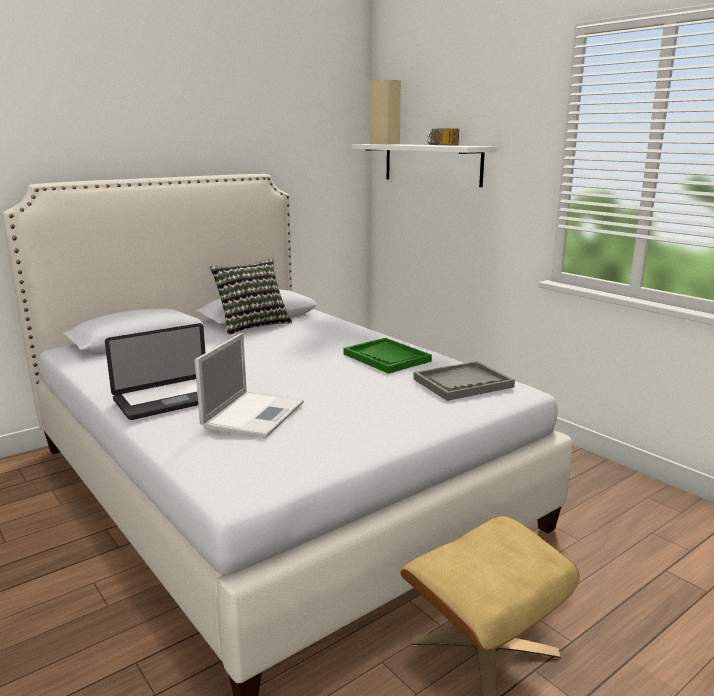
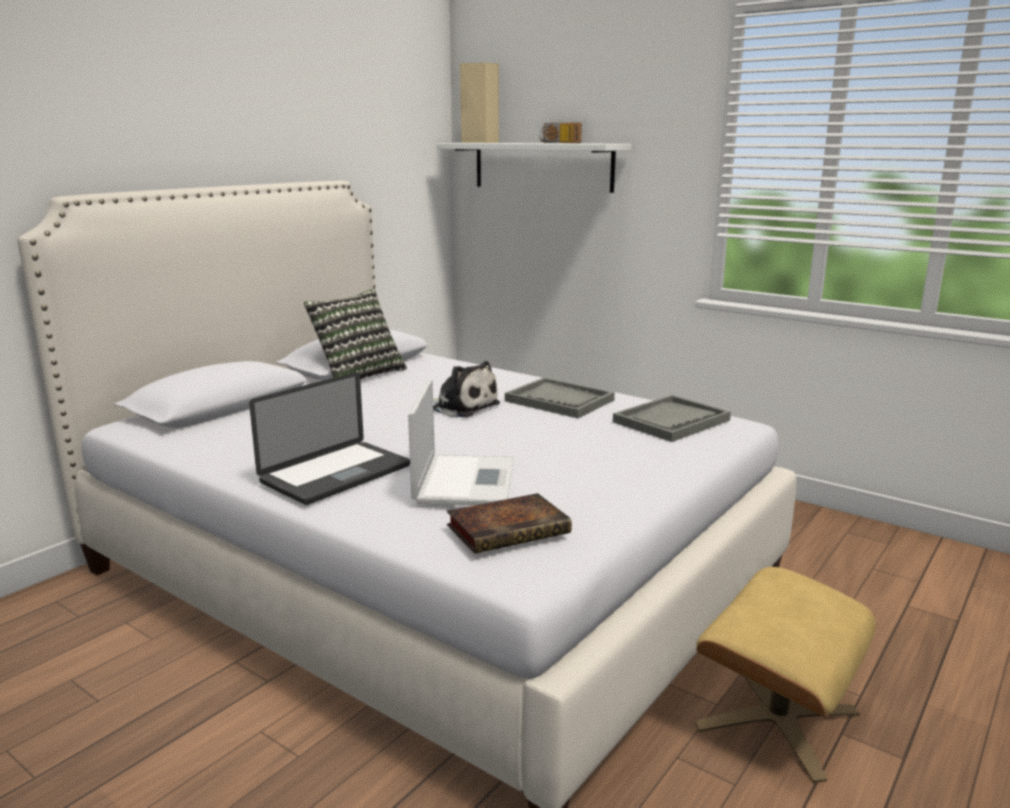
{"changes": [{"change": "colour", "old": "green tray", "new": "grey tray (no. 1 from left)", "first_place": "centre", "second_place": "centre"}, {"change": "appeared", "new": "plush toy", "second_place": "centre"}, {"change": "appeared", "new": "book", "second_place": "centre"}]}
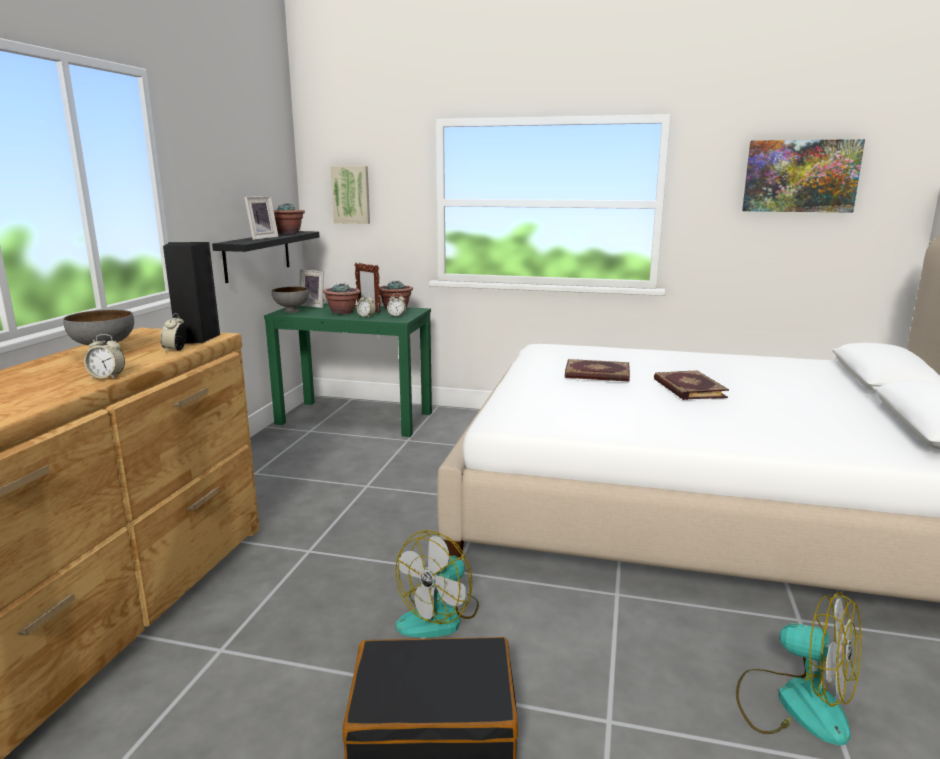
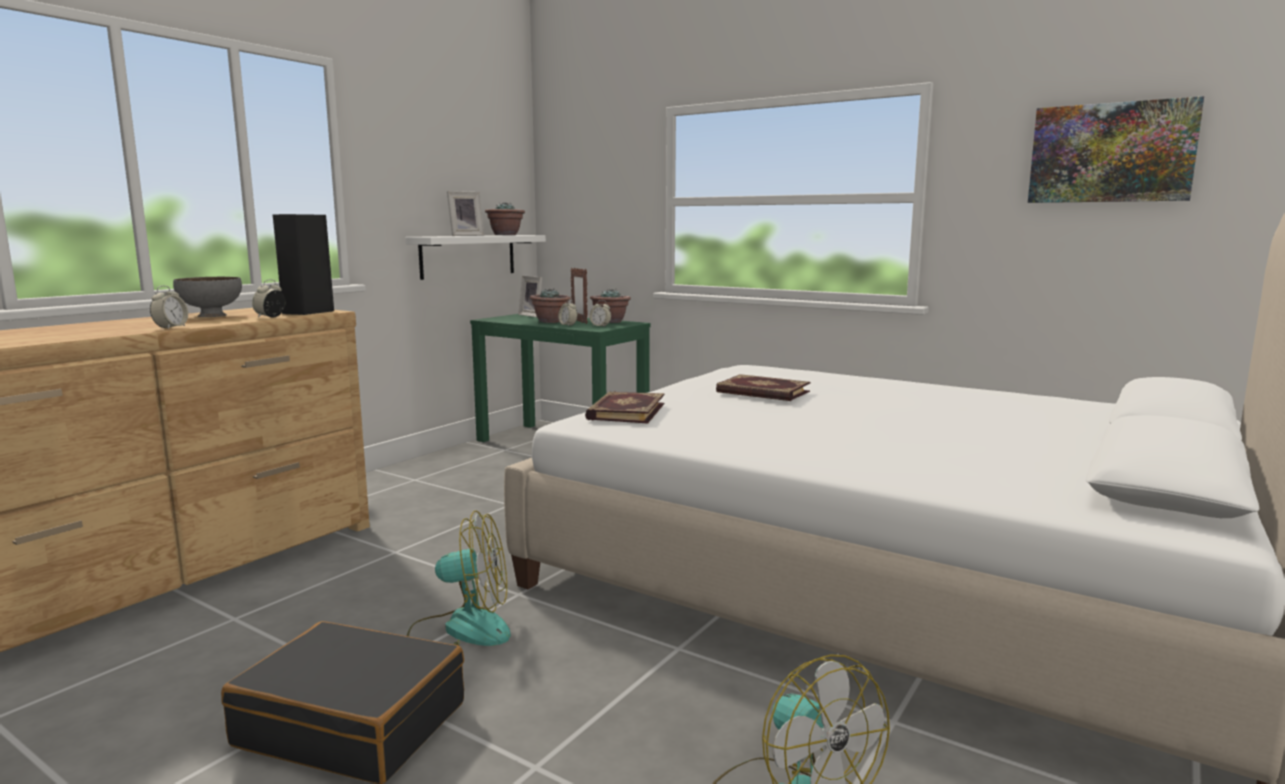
{"changes": [{"change": "missing", "old": "picture (no. 1 from left)", "first_place": "top centre"}, {"change": "colour", "old": "black shelf", "new": "white shelf", "first_place": "middle left", "second_place": "top centre"}, {"change": "missing", "old": "grey bowl (no. 2 from left)", "first_place": "middle left"}, {"change": "spun", "old": "alarm clock (no. 1 from left)", "first_place": "middle left", "second_place": "middle left", "degrees": -105}, {"change": "relocated", "old": "book (no. 2 from left in the first image)", "new": "book (no. 1 from left)", "first_place": "middle right", "second_place": "centre"}, {"change": "spun", "old": "fan (no. 1 from left)", "first_place": "bottom centre", "second_place": "bottom centre", "degrees": -150}]}
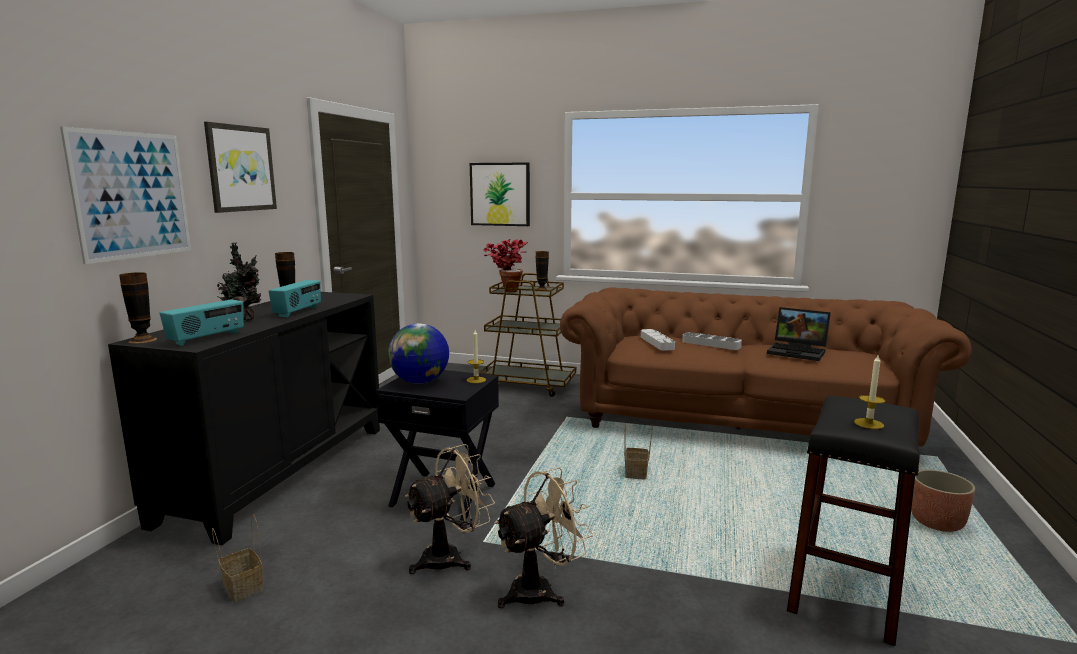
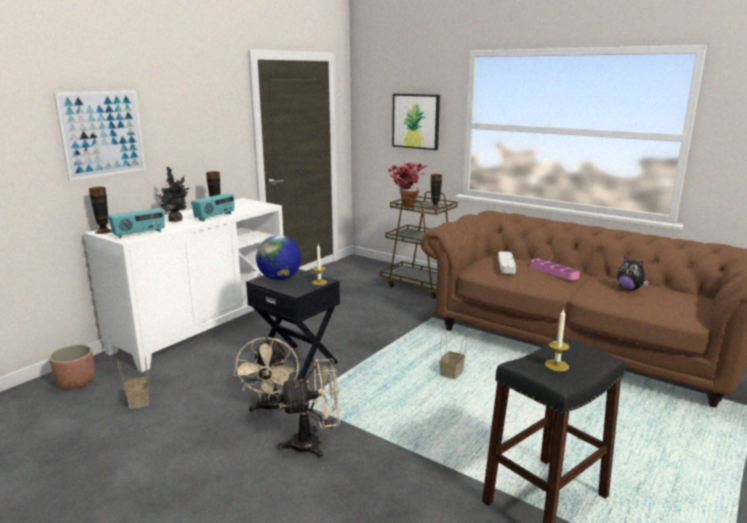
{"changes": [{"change": "missing", "old": "picture (no. 2 from left)", "first_place": "top left"}, {"change": "colour", "old": "black cabinet", "new": "white cabinet", "first_place": "middle left", "second_place": "middle left"}, {"change": "exchanged", "old": "laptop", "new": "plush toy", "first_place": "middle right", "second_place": "middle right"}, {"change": "colour", "old": "grey tray (no. 2 from left)", "new": "pink tray", "first_place": "centre", "second_place": "middle right"}, {"change": "spun", "old": "beige fan (no. 1 from left)", "first_place": "bottom centre", "second_place": "bottom centre", "degrees": 105}, {"change": "relocated", "old": "planter", "first_place": "bottom right", "second_place": "bottom left"}]}
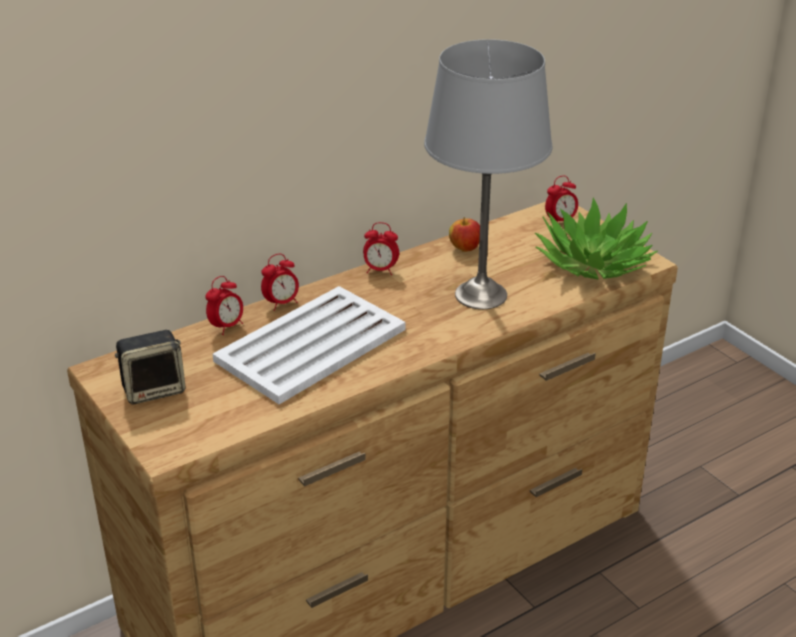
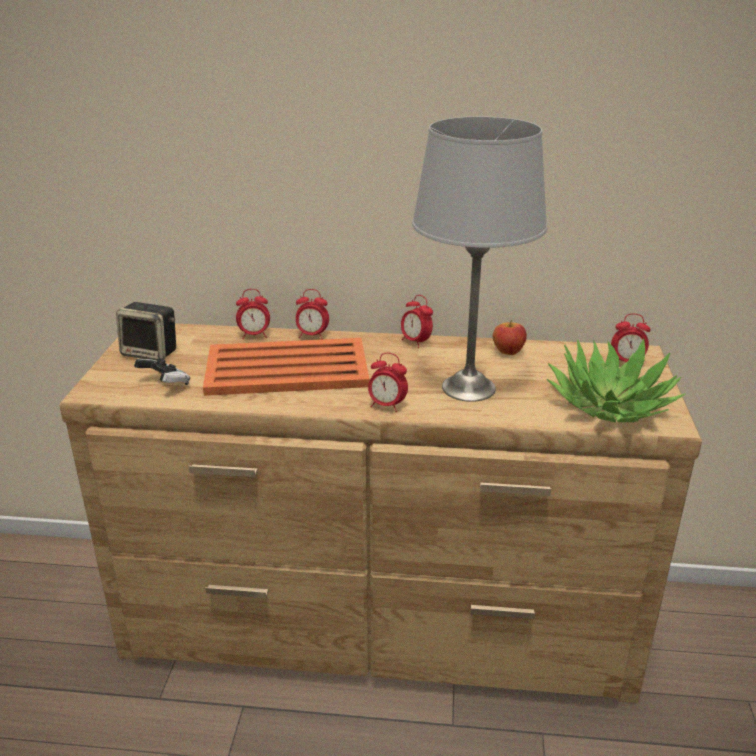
{"changes": [{"change": "colour", "old": "white tray", "new": "orange tray", "first_place": "centre", "second_place": "centre"}, {"change": "appeared", "new": "alarm clock (no. 3 from left)", "second_place": "centre"}, {"change": "appeared", "new": "game controller", "second_place": "middle left"}]}
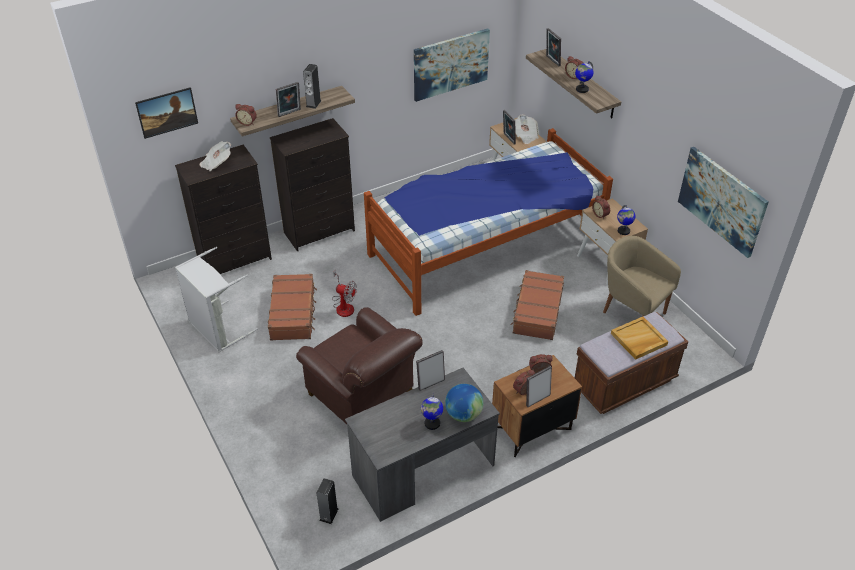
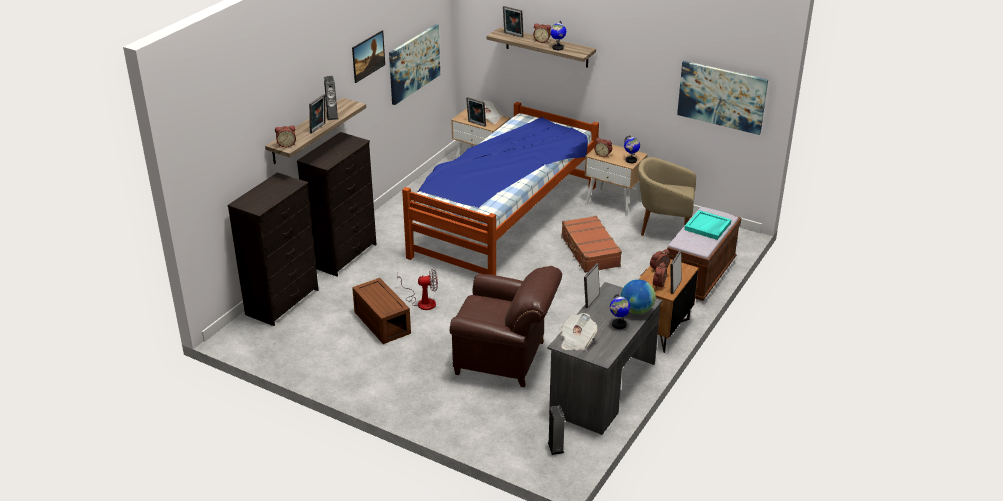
{"changes": [{"change": "relocated", "old": "picture (no. 1 from left)", "first_place": "top left", "second_place": "top centre"}, {"change": "relocated", "old": "newspaper (no. 1 from left in the first image)", "new": "newspaper (no. 2 from left)", "first_place": "top left", "second_place": "centre"}, {"change": "missing", "old": "grey laundry basket", "first_place": "middle left"}, {"change": "exchanged", "old": "brown suitcase (no. 1 from left)", "new": "brown storage box", "first_place": "centre", "second_place": "centre"}, {"change": "colour", "old": "beige tray", "new": "turquoise tray", "first_place": "middle right", "second_place": "middle right"}]}
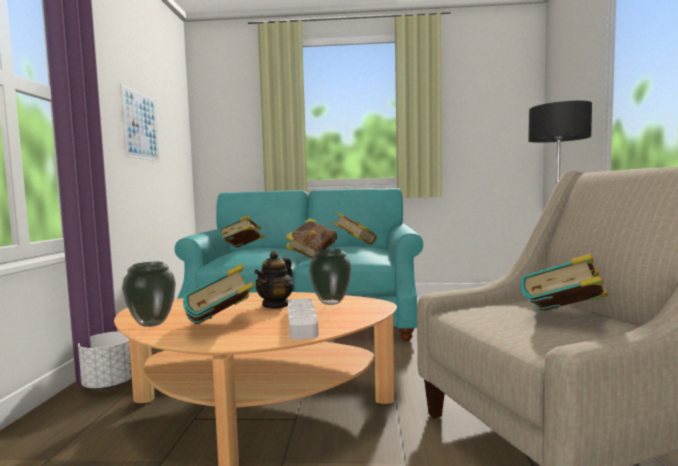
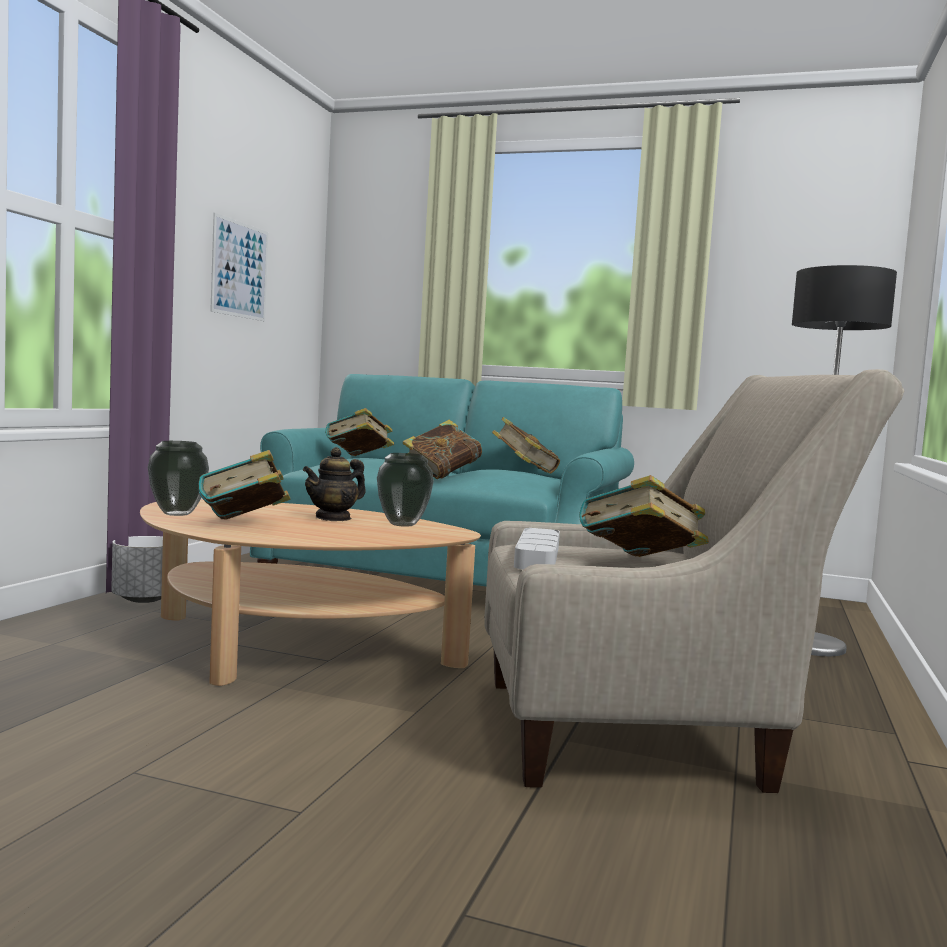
{"changes": [{"change": "relocated", "old": "grey tray", "first_place": "bottom centre", "second_place": "centre"}]}
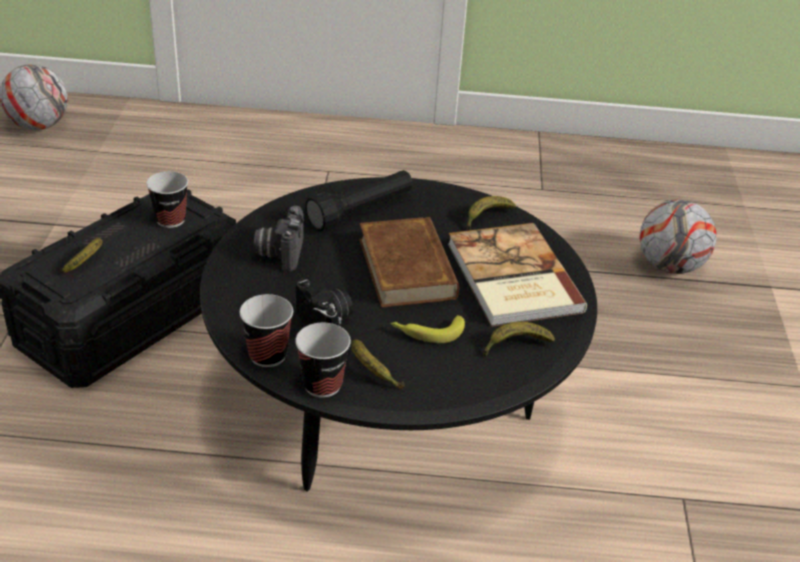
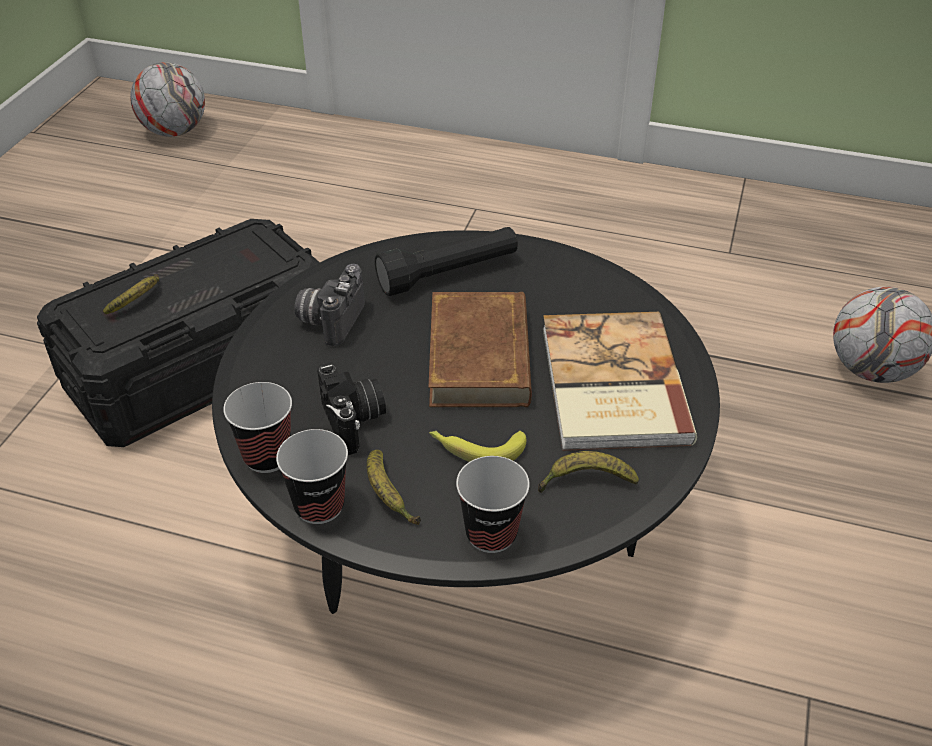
{"changes": [{"change": "relocated", "old": "cup (no. 1 from left in the first image)", "new": "cup (no. 3 from left)", "first_place": "middle left", "second_place": "bottom centre"}, {"change": "missing", "old": "banana (no. 4 from left)", "first_place": "centre"}]}
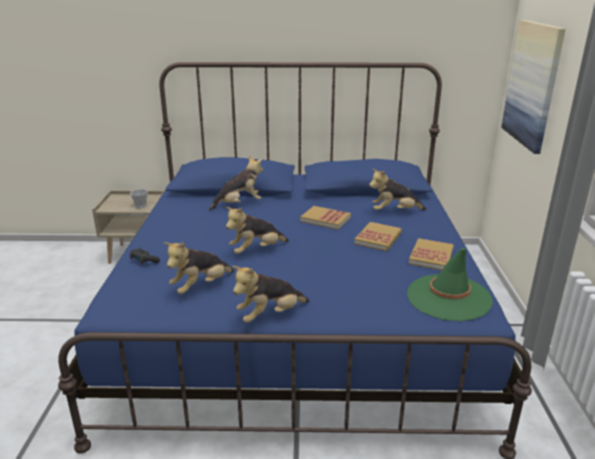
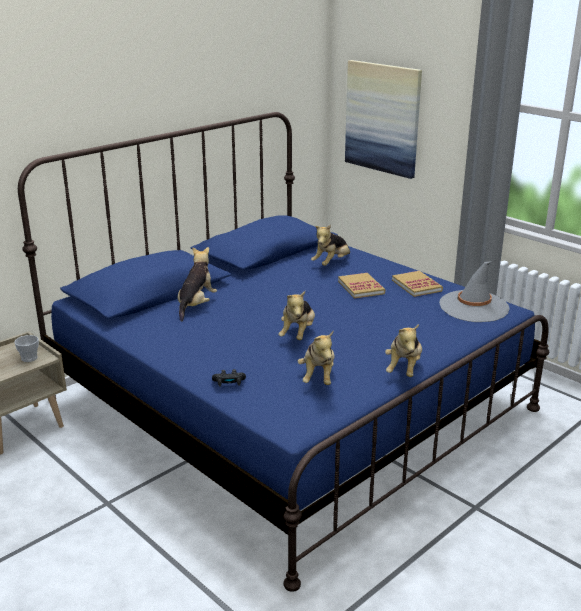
{"changes": [{"change": "missing", "old": "book (no. 1 from left)", "first_place": "centre"}, {"change": "colour", "old": "green hat", "new": "grey hat", "first_place": "middle right", "second_place": "middle right"}]}
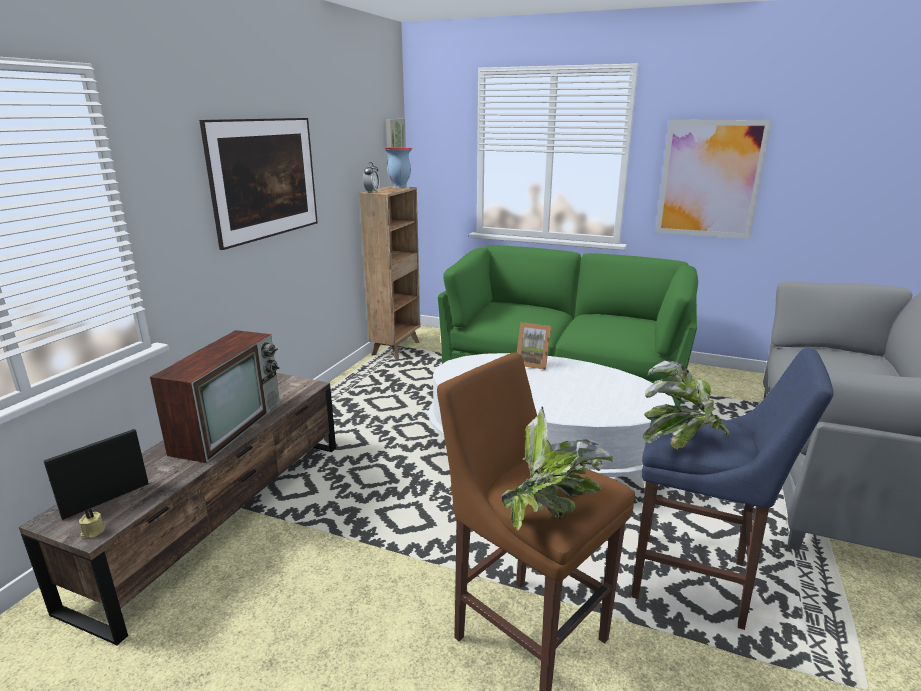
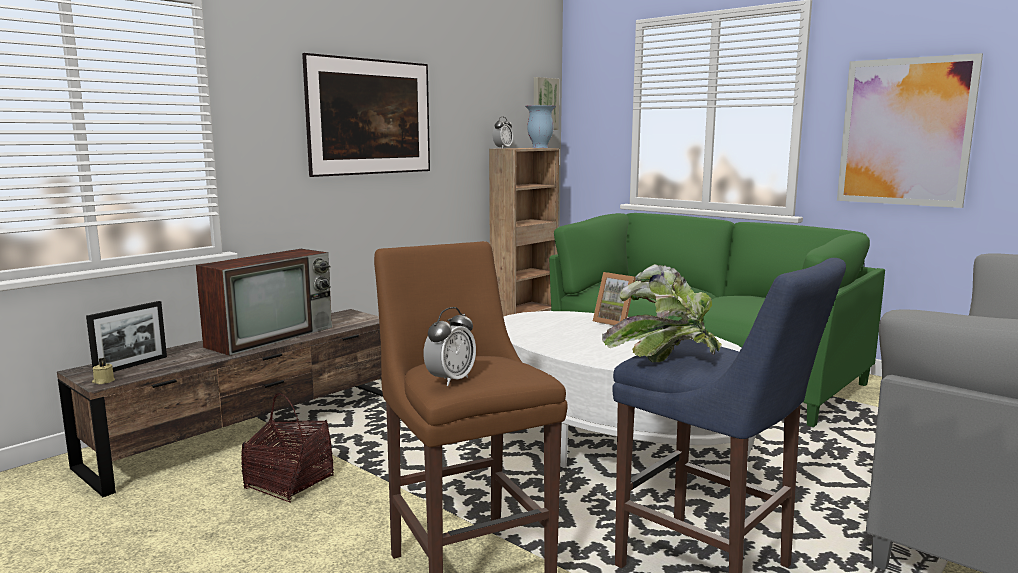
{"changes": [{"change": "exchanged", "old": "potted plant (no. 1 from left)", "new": "alarm clock (no. 1 from left)", "first_place": "bottom centre", "second_place": "centre"}, {"change": "spun", "old": "picture frame (no. 1 from left)", "first_place": "bottom left", "second_place": "middle left", "degrees": 150}, {"change": "appeared", "new": "basket", "second_place": "bottom left"}]}
